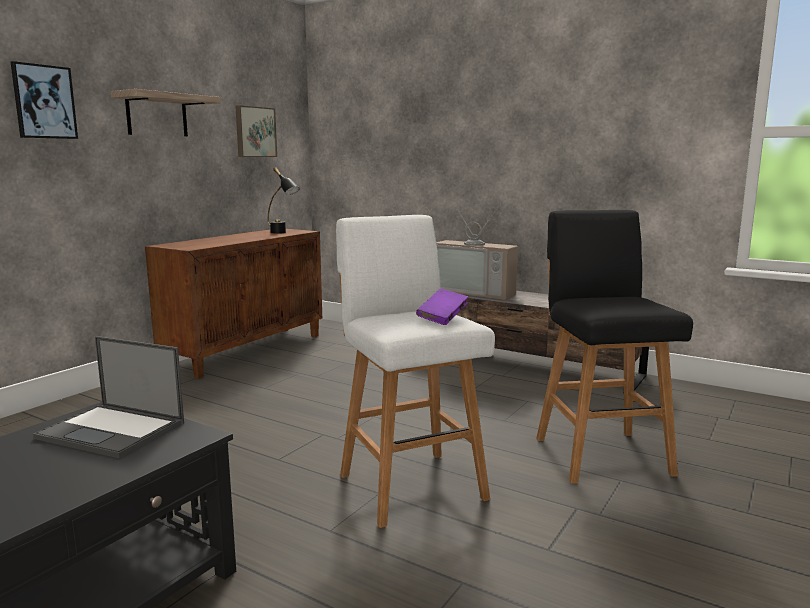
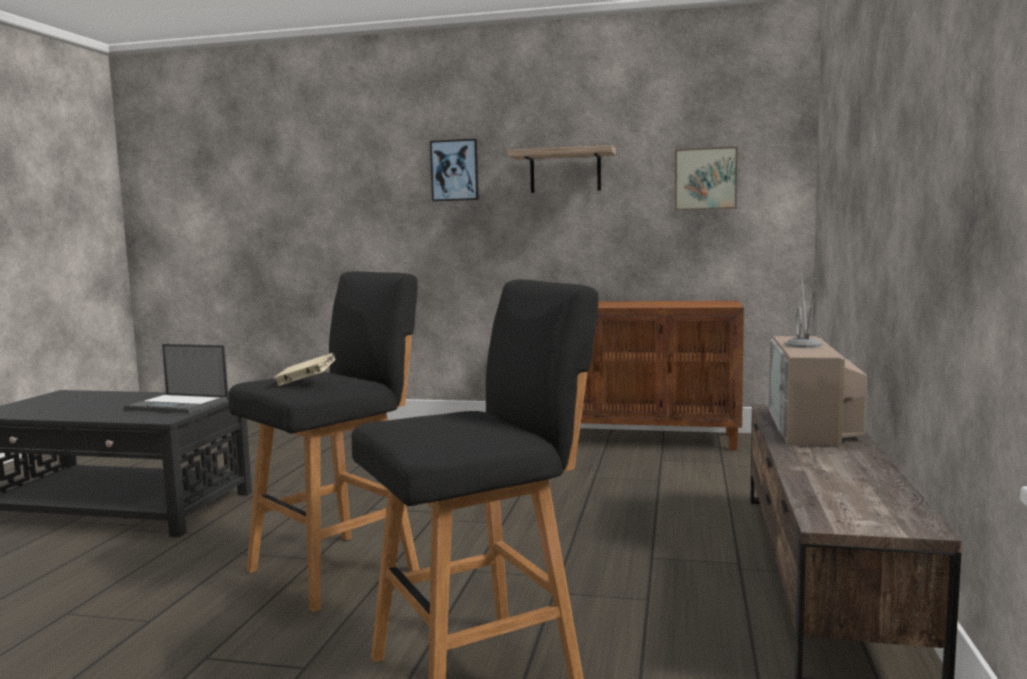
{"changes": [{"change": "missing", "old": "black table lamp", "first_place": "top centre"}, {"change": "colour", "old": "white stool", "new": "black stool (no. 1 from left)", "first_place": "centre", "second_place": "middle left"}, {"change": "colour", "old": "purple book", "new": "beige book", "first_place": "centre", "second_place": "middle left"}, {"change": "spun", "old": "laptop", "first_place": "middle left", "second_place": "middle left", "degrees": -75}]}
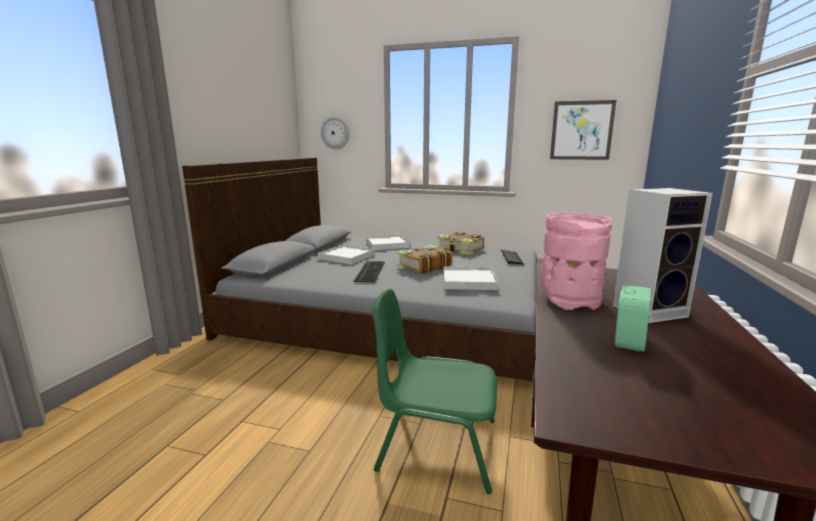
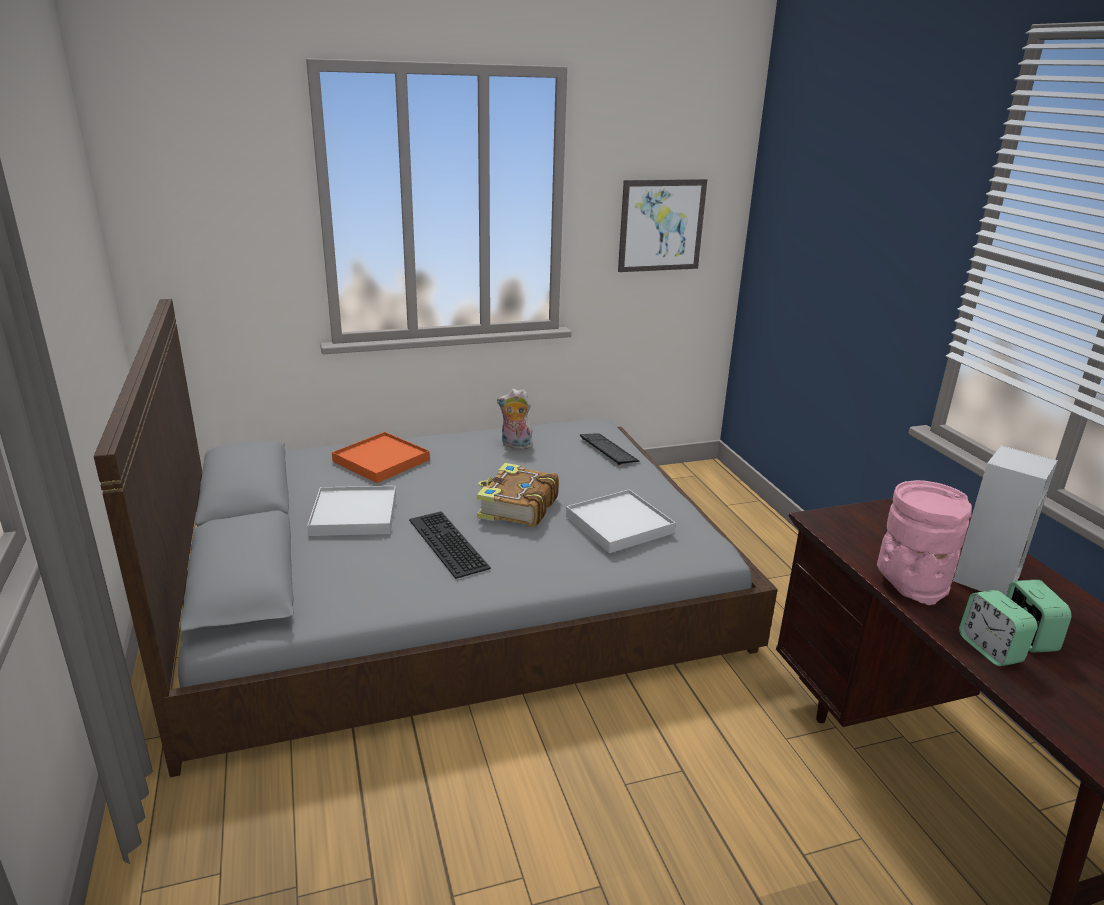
{"changes": [{"change": "missing", "old": "wall clock", "first_place": "top centre"}, {"change": "exchanged", "old": "book (no. 2 from left)", "new": "plush toy", "first_place": "centre", "second_place": "centre"}, {"change": "colour", "old": "white tray (no. 2 from left)", "new": "orange tray", "first_place": "centre", "second_place": "centre"}, {"change": "missing", "old": "green chair", "first_place": "bottom centre"}, {"change": "appeared", "new": "alarm clock (no. 1 from left)", "second_place": "bottom right"}]}
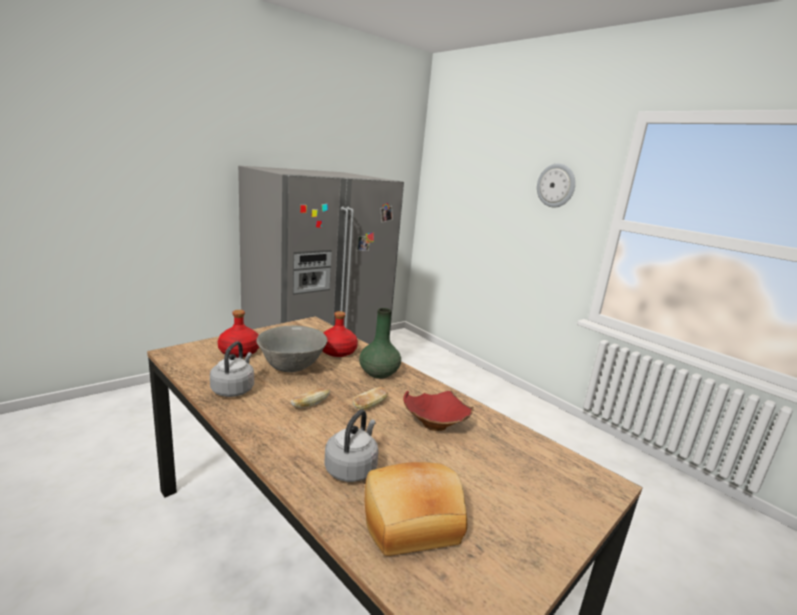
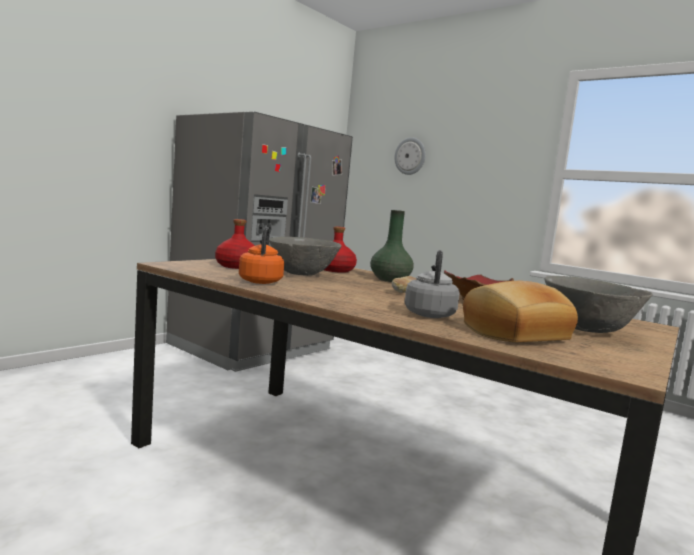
{"changes": [{"change": "relocated", "old": "wall clock", "first_place": "top right", "second_place": "top centre"}, {"change": "colour", "old": "grey kettle (no. 1 from left)", "new": "orange kettle", "first_place": "middle left", "second_place": "centre"}, {"change": "missing", "old": "bread (no. 1 from left)", "first_place": "centre"}, {"change": "appeared", "new": "grey bowl (no. 2 from left)", "second_place": "middle right"}]}
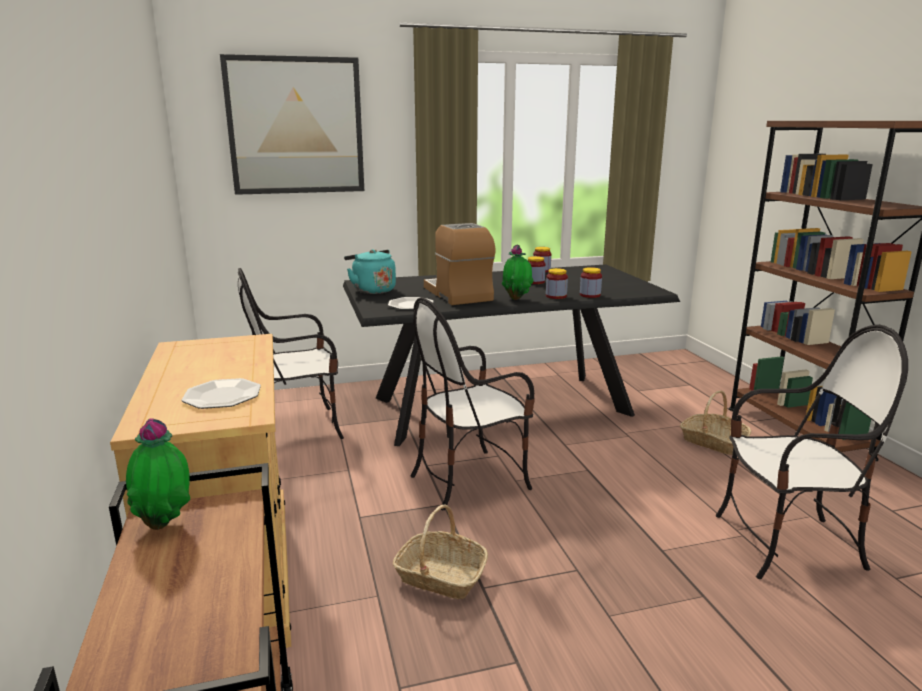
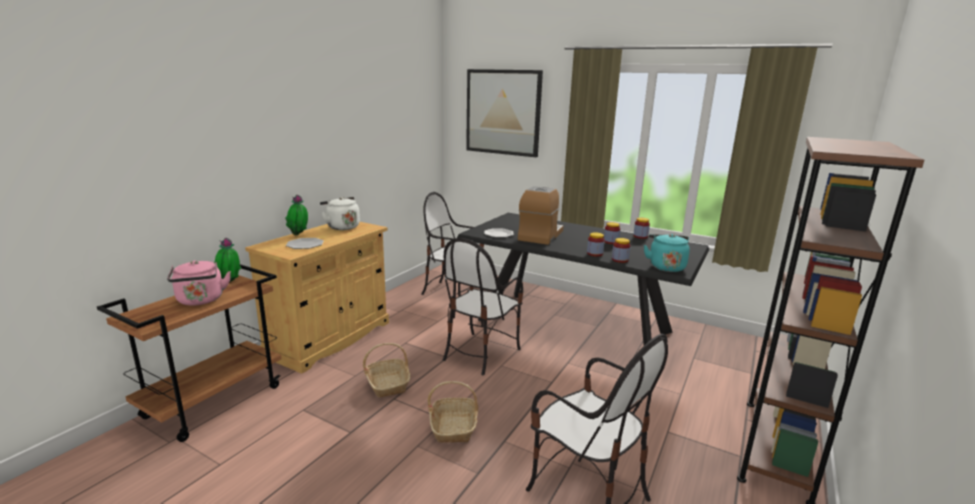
{"changes": [{"change": "relocated", "old": "potted plant (no. 2 from left)", "first_place": "centre", "second_place": "middle left"}, {"change": "relocated", "old": "turquoise kettle", "first_place": "centre", "second_place": "middle right"}, {"change": "spun", "old": "chair (no. 2 from left)", "first_place": "centre", "second_place": "centre", "degrees": -75}, {"change": "relocated", "old": "basket (no. 2 from left)", "first_place": "middle right", "second_place": "bottom centre"}, {"change": "appeared", "new": "white kettle", "second_place": "centre"}, {"change": "appeared", "new": "pink kettle", "second_place": "middle left"}]}
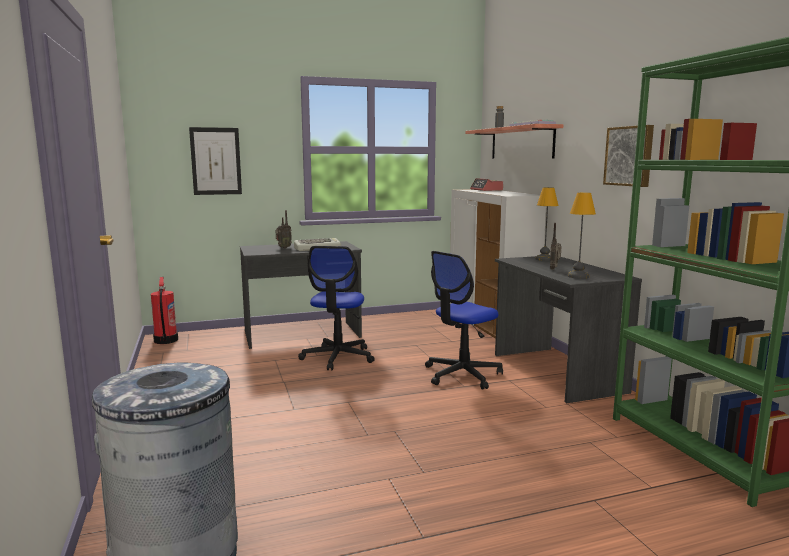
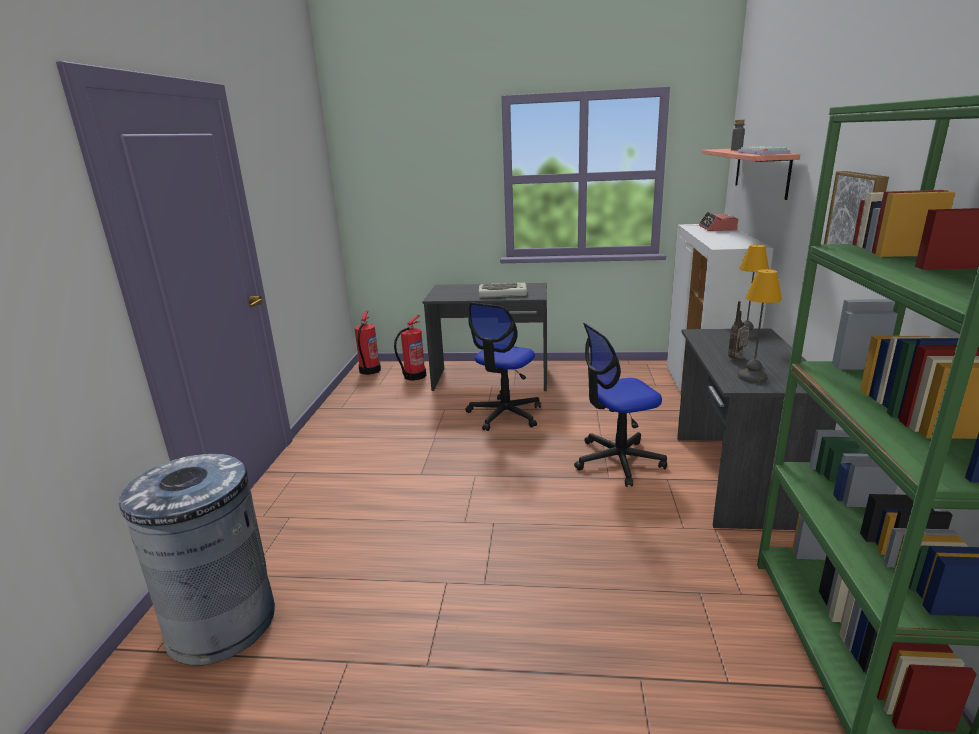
{"changes": [{"change": "missing", "old": "picture (no. 1 from left)", "first_place": "top left"}, {"change": "missing", "old": "radio (no. 1 from left)", "first_place": "centre"}, {"change": "appeared", "new": "fire extinguisher (no. 2 from left)", "second_place": "centre"}]}
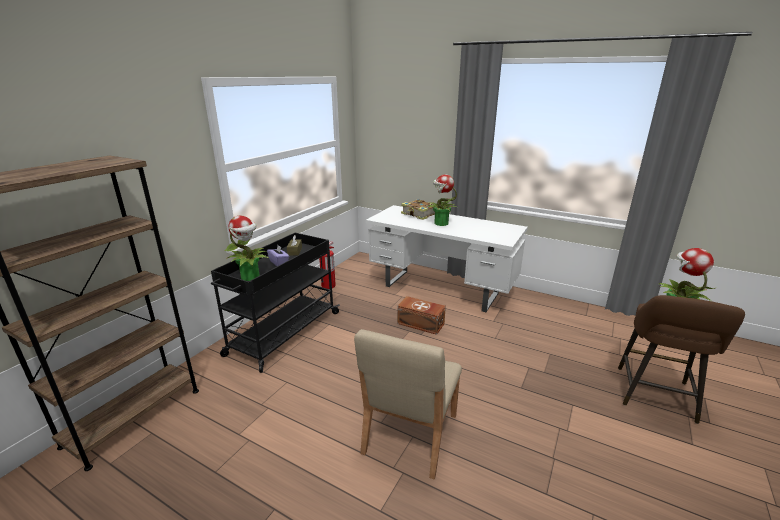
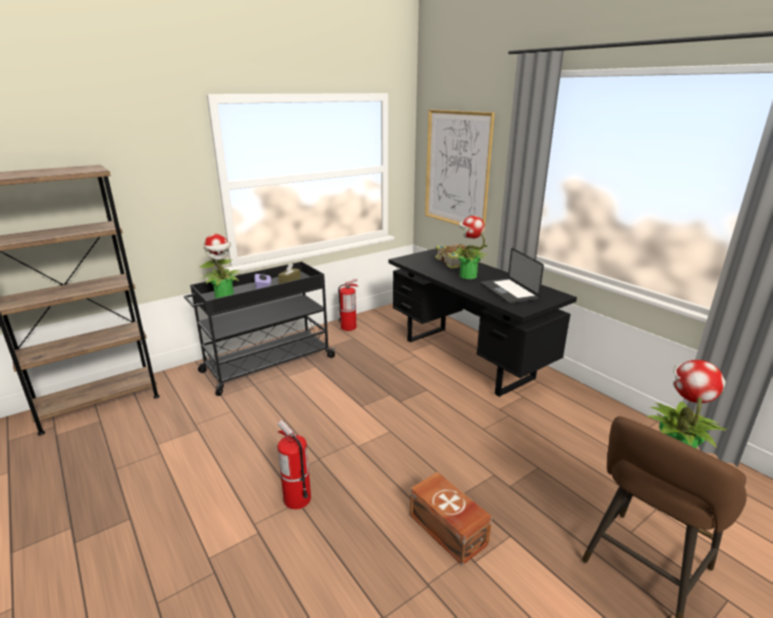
{"changes": [{"change": "colour", "old": "white desk", "new": "black desk", "first_place": "centre", "second_place": "centre"}, {"change": "relocated", "old": "brown storage box", "first_place": "centre", "second_place": "bottom centre"}, {"change": "exchanged", "old": "beige chair", "new": "fire extinguisher (no. 1 from left)", "first_place": "bottom centre", "second_place": "bottom centre"}, {"change": "appeared", "new": "picture", "second_place": "top centre"}, {"change": "appeared", "new": "laptop", "second_place": "centre"}]}
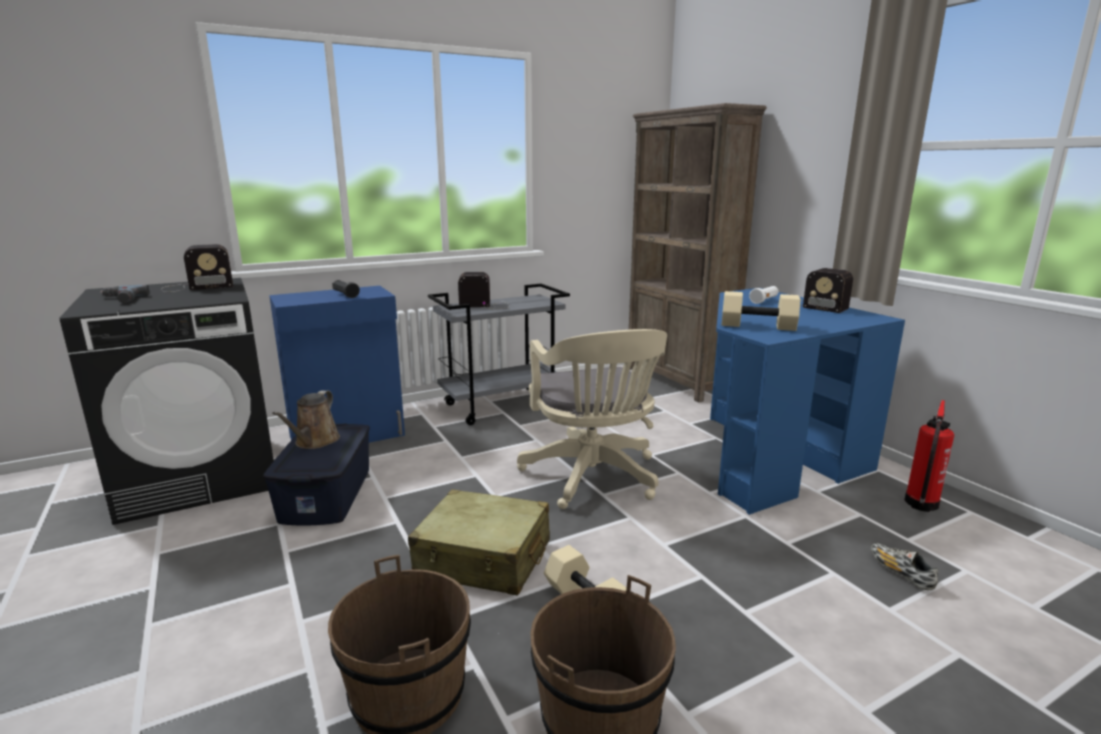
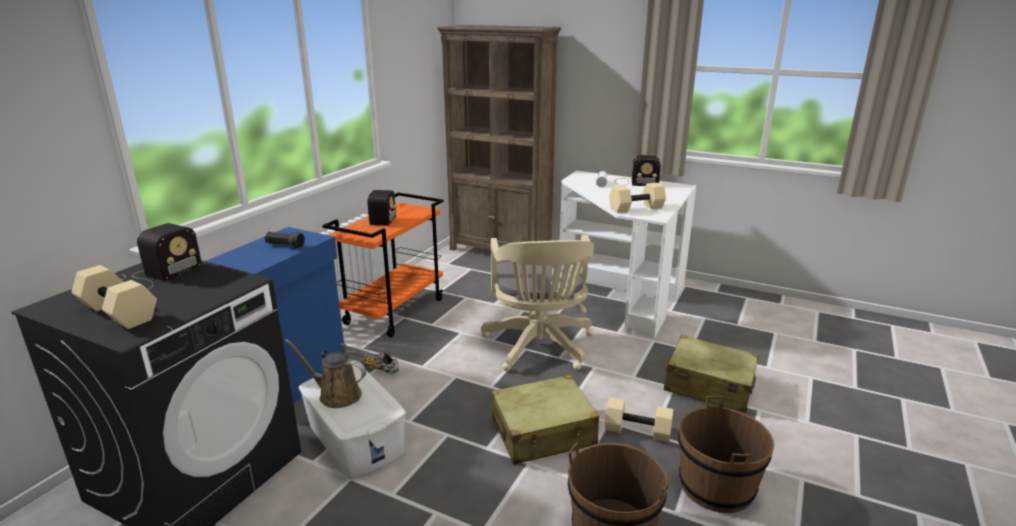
{"changes": [{"change": "spun", "old": "radio (no. 2 from left)", "first_place": "centre", "second_place": "centre", "degrees": 135}, {"change": "colour", "old": "grey cart", "new": "orange cart", "first_place": "centre", "second_place": "centre"}, {"change": "exchanged", "old": "power drill", "new": "beige dumbbell (no. 1 from left)", "first_place": "middle left", "second_place": "middle left"}, {"change": "colour", "old": "blue desk", "new": "white desk", "first_place": "middle right", "second_place": "centre"}, {"change": "spun", "old": "beige office chair", "first_place": "centre", "second_place": "centre", "degrees": 45}, {"change": "spun", "old": "brown watering can", "first_place": "middle left", "second_place": "bottom left", "degrees": 135}, {"change": "missing", "old": "fire extinguisher", "first_place": "middle right"}, {"change": "colour", "old": "blue storage box", "new": "white storage box", "first_place": "middle left", "second_place": "bottom centre"}, {"change": "relocated", "old": "shoe", "first_place": "bottom right", "second_place": "bottom centre"}, {"change": "appeared", "new": "beige suitcase (no. 2 from left)", "second_place": "bottom right"}]}
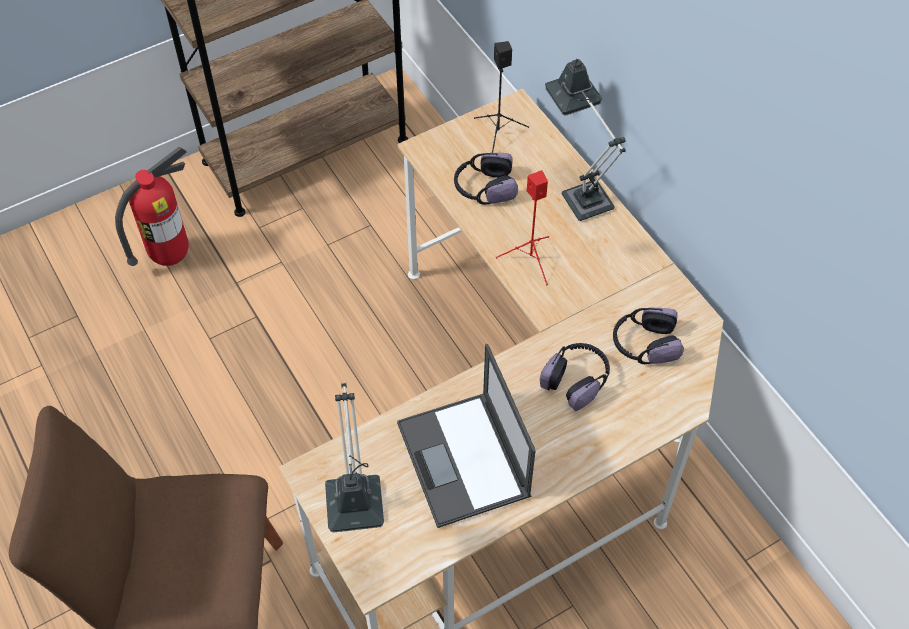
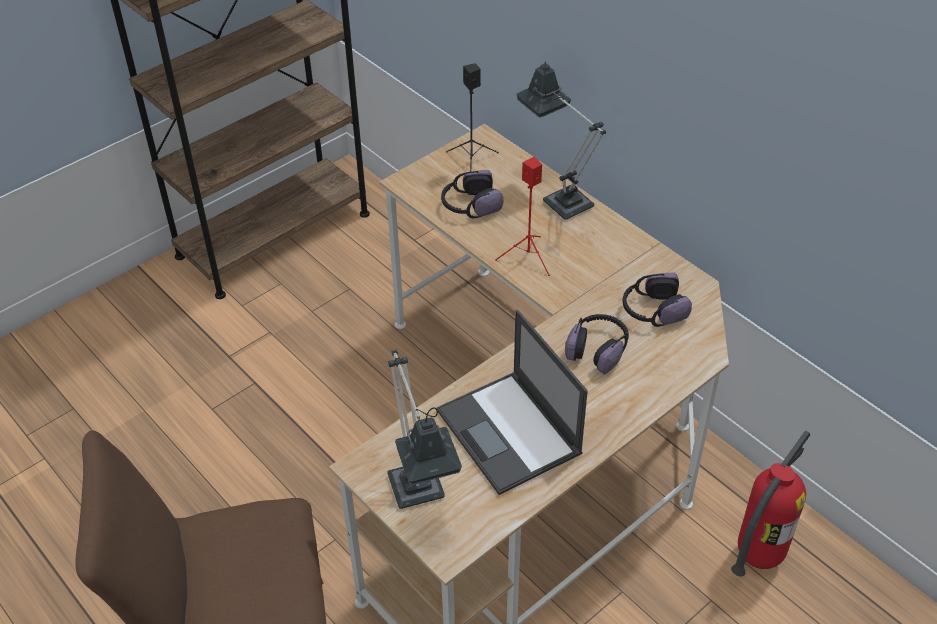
{"changes": [{"change": "relocated", "old": "fire extinguisher", "first_place": "top left", "second_place": "bottom right"}]}
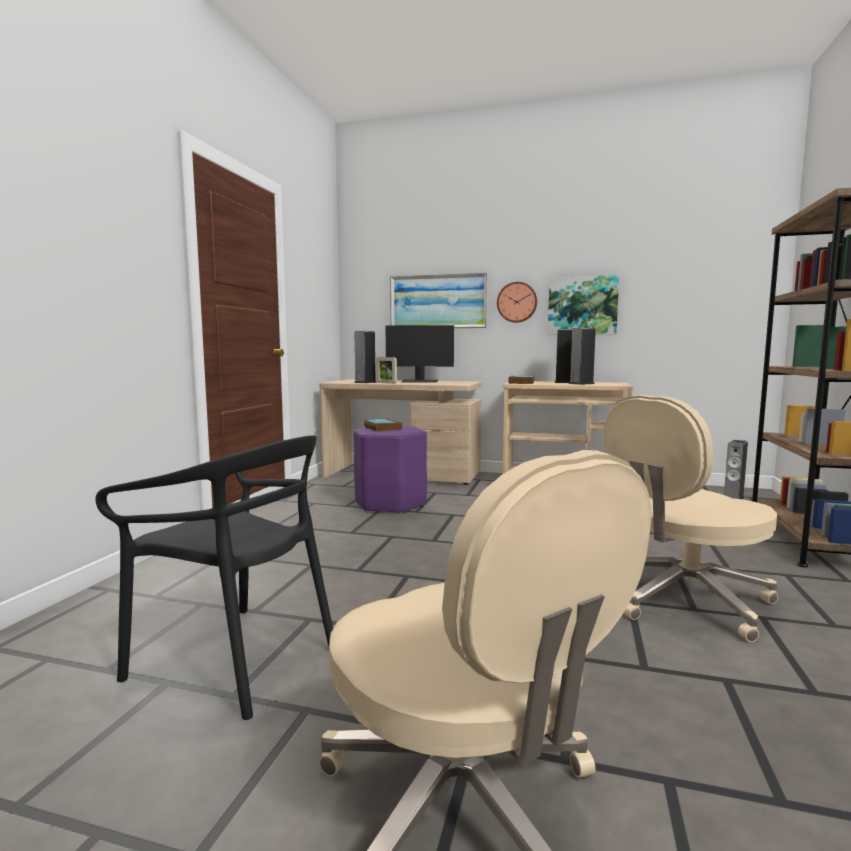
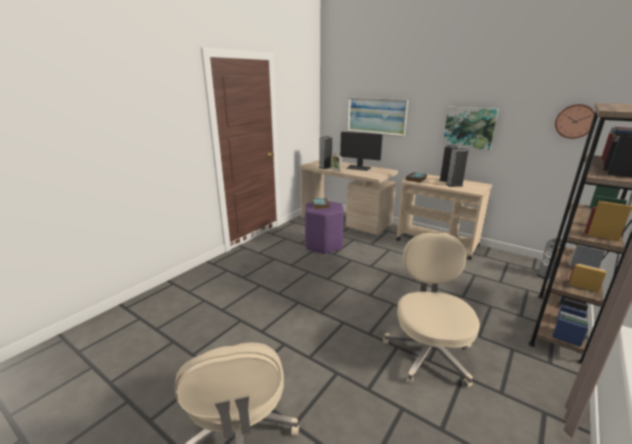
{"changes": [{"change": "relocated", "old": "wall clock", "first_place": "centre", "second_place": "top right"}, {"change": "spun", "old": "beige office chair (no. 2 from left)", "first_place": "middle right", "second_place": "bottom right", "degrees": 105}, {"change": "missing", "old": "black chair", "first_place": "bottom left"}]}
